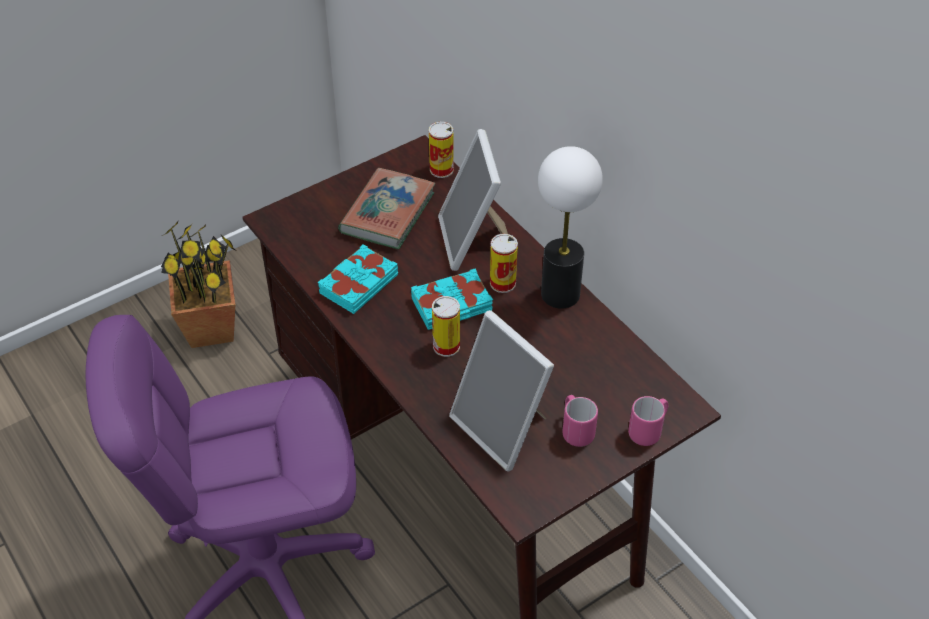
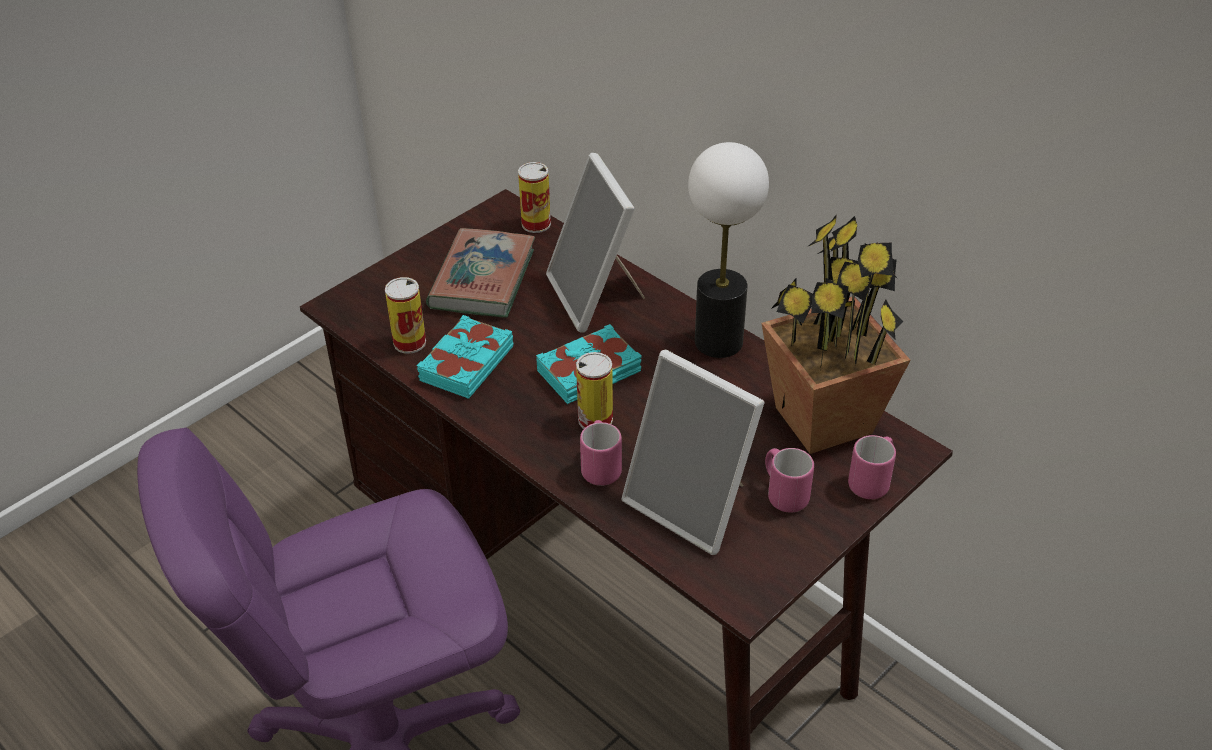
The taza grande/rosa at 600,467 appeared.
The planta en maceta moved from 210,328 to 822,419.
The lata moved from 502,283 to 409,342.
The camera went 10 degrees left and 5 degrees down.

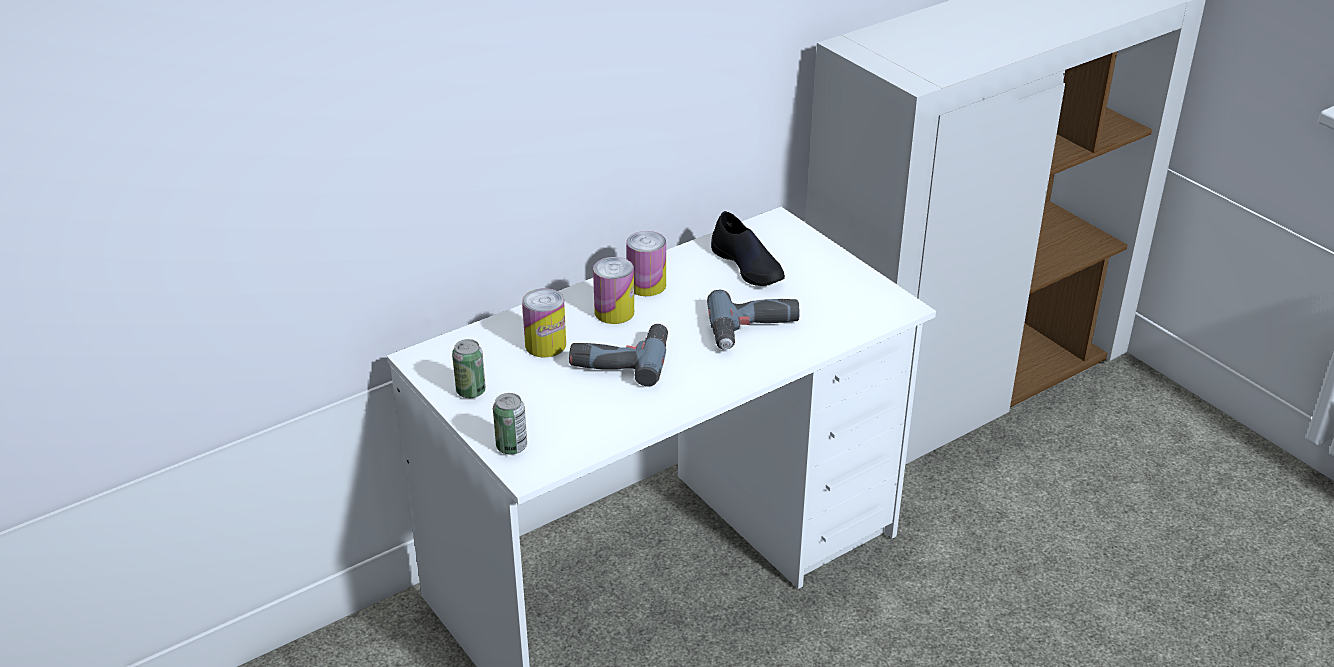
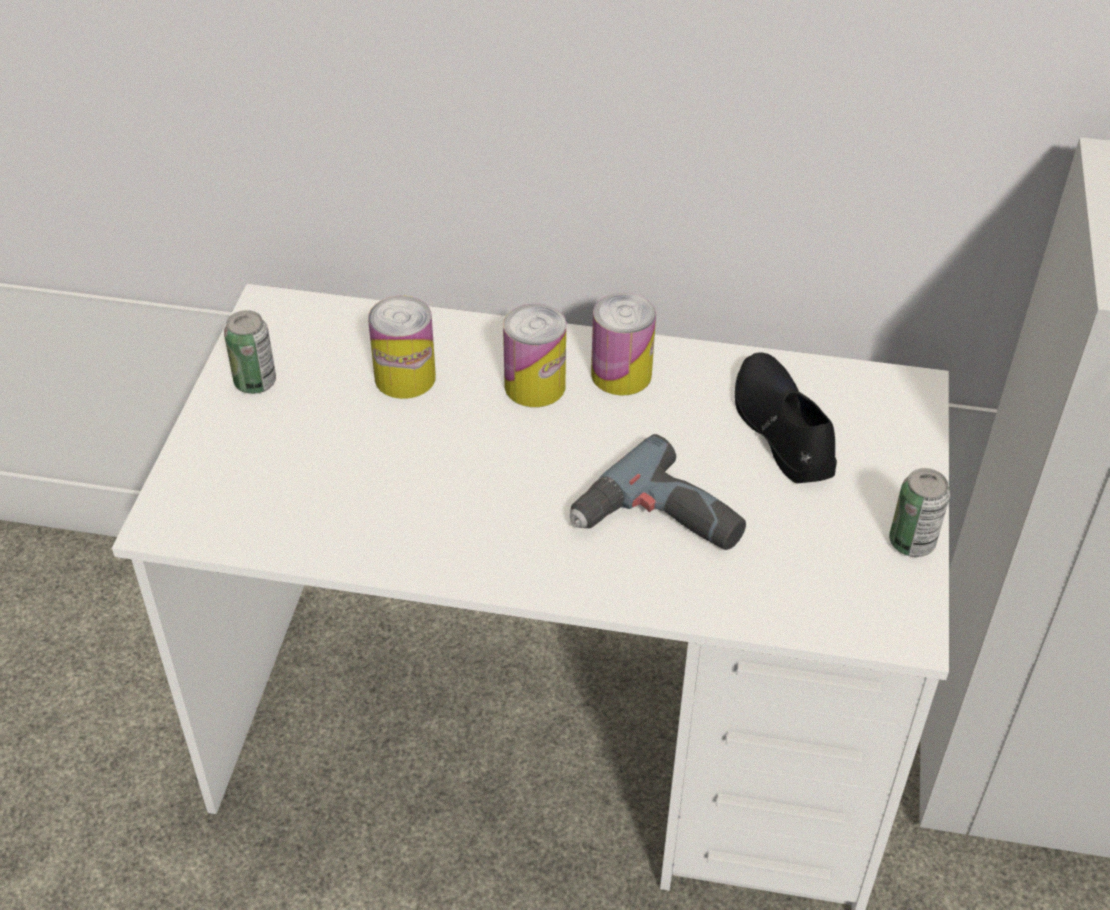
The taladro at 620,358 disappeared.
The lata moved from 511,447 to 911,542.
The zapato/negro at 748,265 turned 150 degrees clockwise.
The camera went 45 degrees right and 10 degrees up.

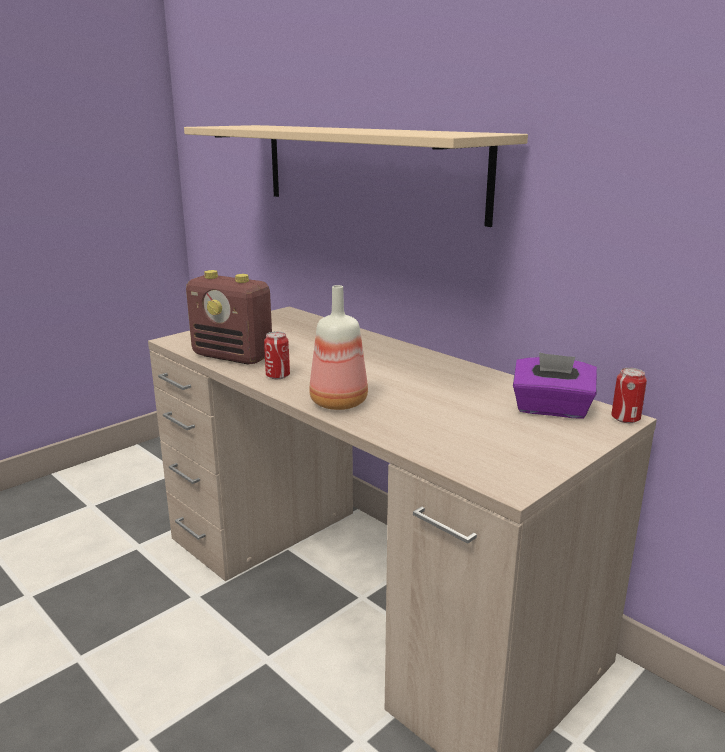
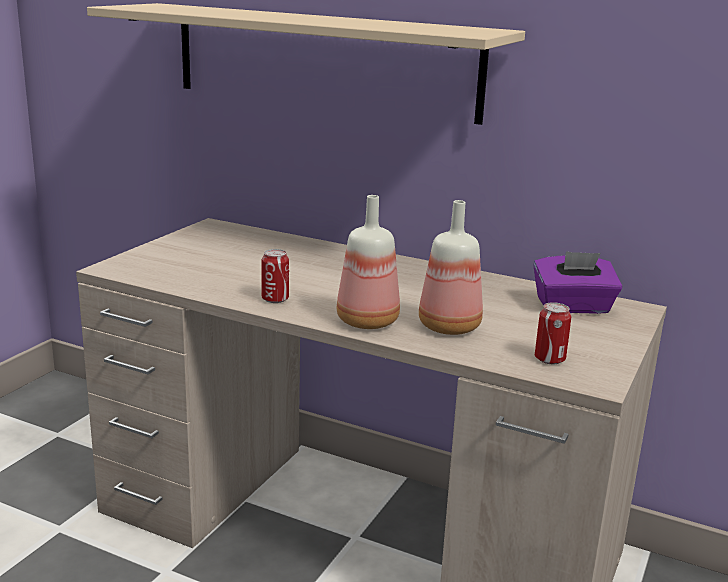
The radio at 233,356 disappeared.
The botella at 447,326 appeared.
The lata moved from 625,419 to 549,359.
The camera went 20 degrees left and 0 degrees up.

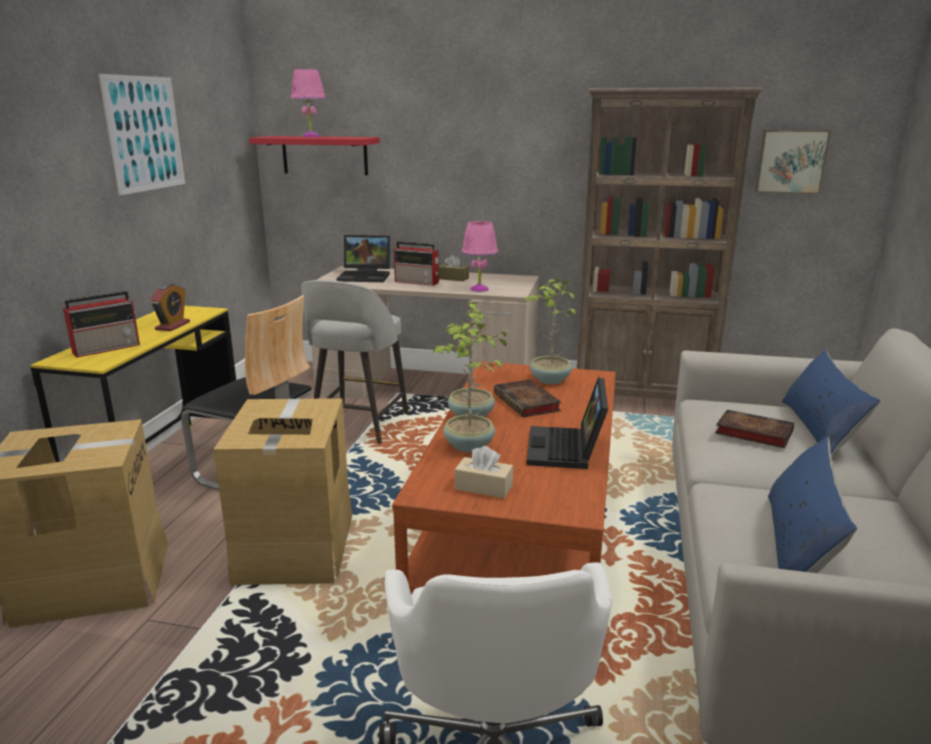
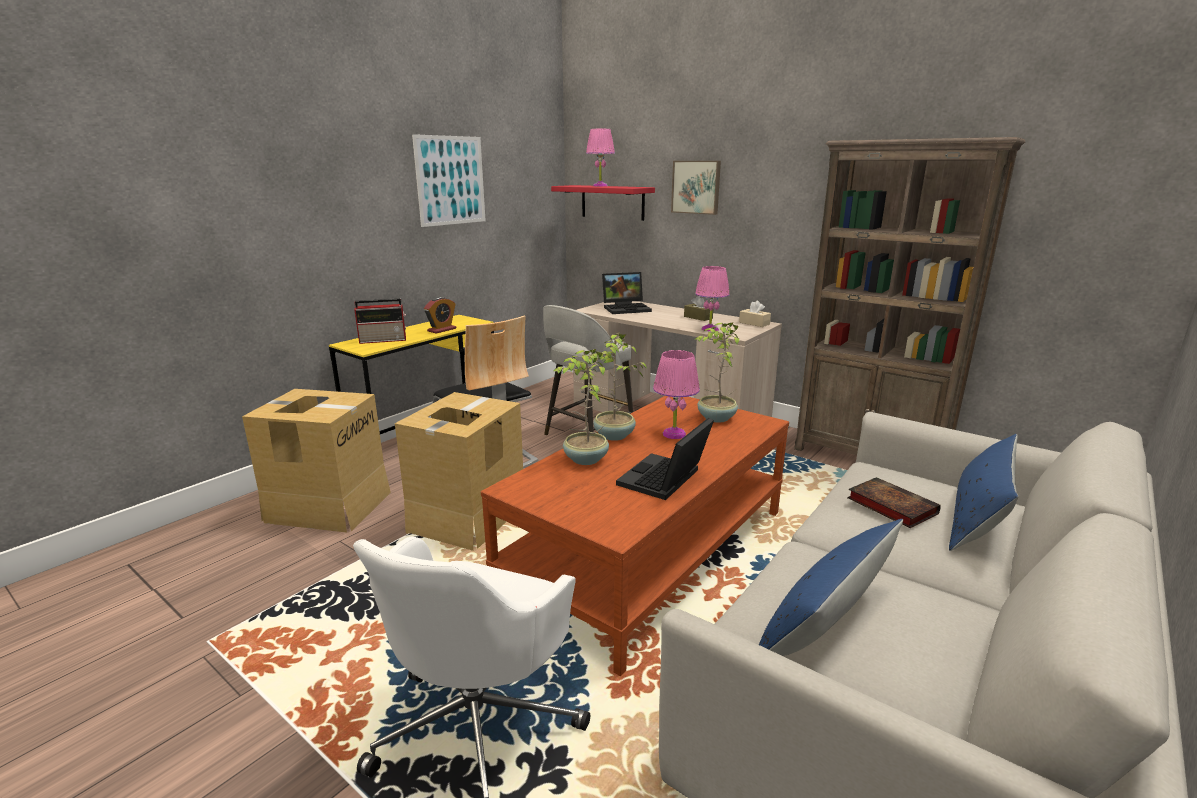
The radio at 418,282 disappeared.
The caja de pañuelos/beis moved from 483,487 to 754,323.
The cuadro moved from 791,161 to 696,187.
The libro at 528,403 was replaced by the lámpara de mesa/rosa at 674,434.
The portátil at 366,276 turned 45 degrees counterclockwise.
The camera went 25 degrees right and 0 degrees up.

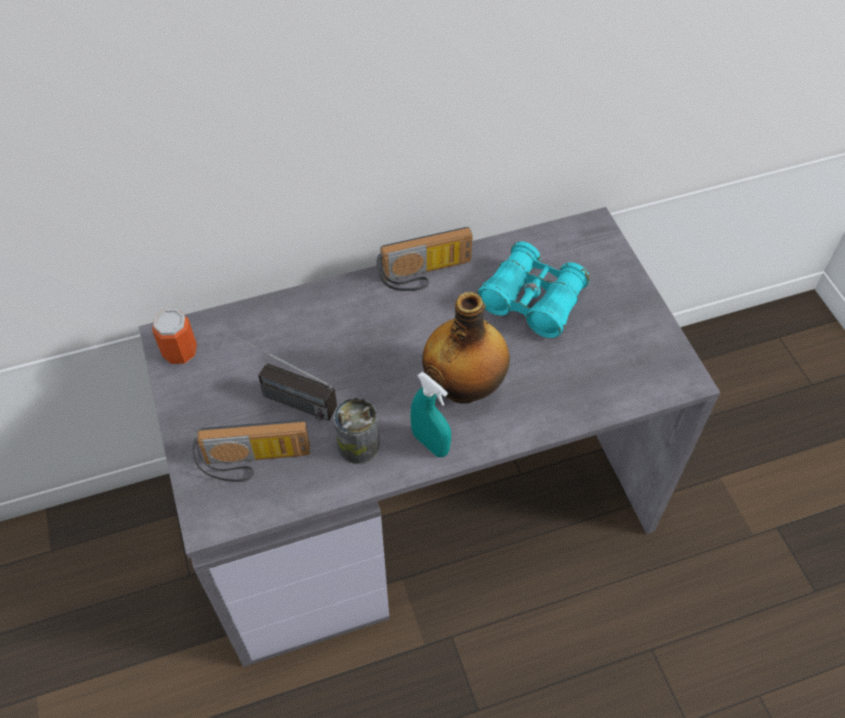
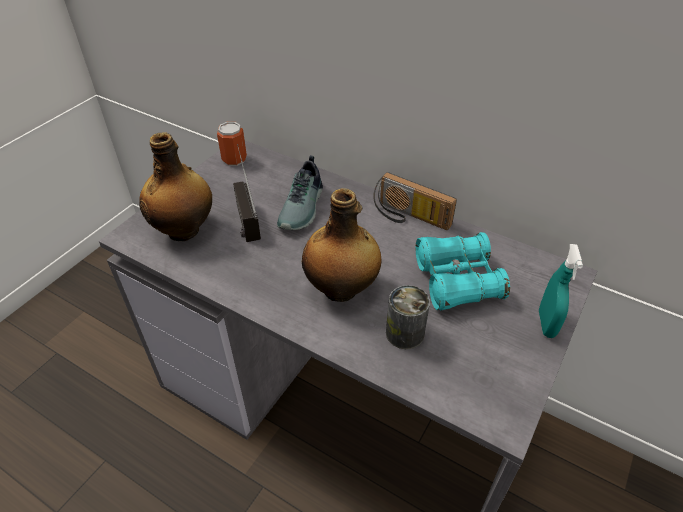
The zapato at 303,207 appeared.
The lata moved from 358,445 to 405,333.
The pulverizador/turquesa moved from 430,443 to 546,324.
The radio at 254,463 was replaced by the botella at 185,230.
The camera went 50 degrees right and 10 degrees down.

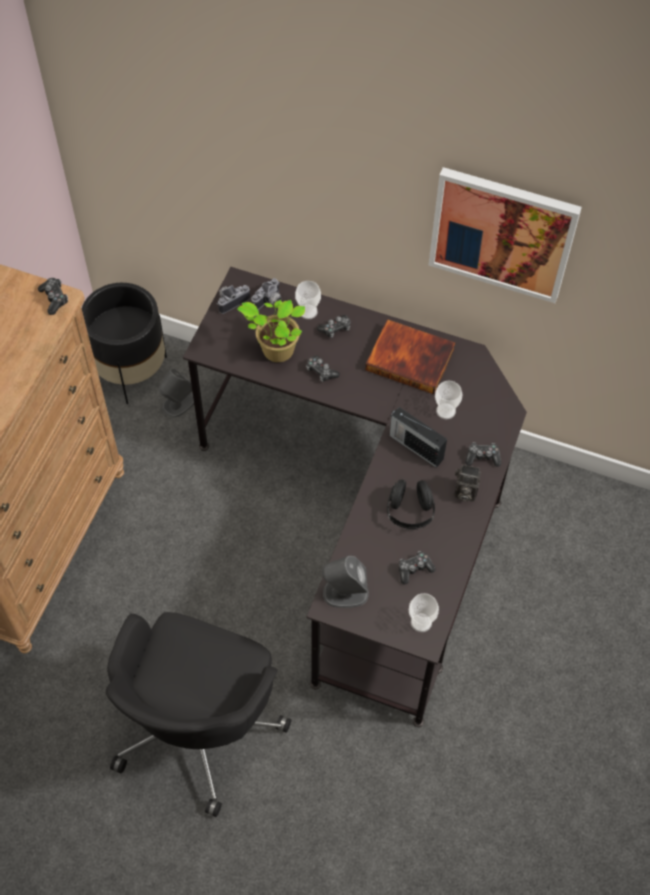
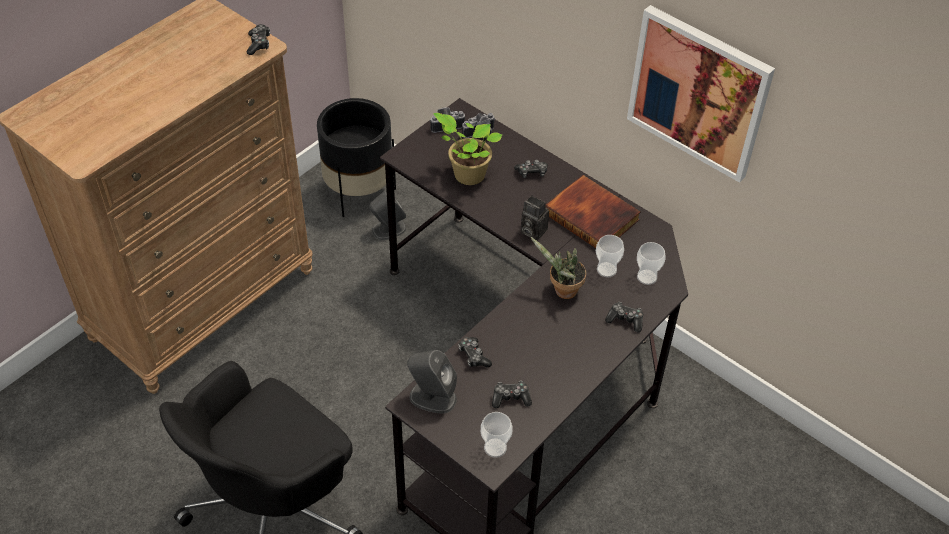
The auriculares/negro at 410,512 disappeared.
The taza moved from 308,312 to 647,277.
The mando de consola moved from 321,371 to 473,356.
The cámara moved from 464,492 to 531,231.
The radio at 415,446 was replaced by the planta en maceta at 562,291.
The camera went 20 degrees right and 10 degrees down.

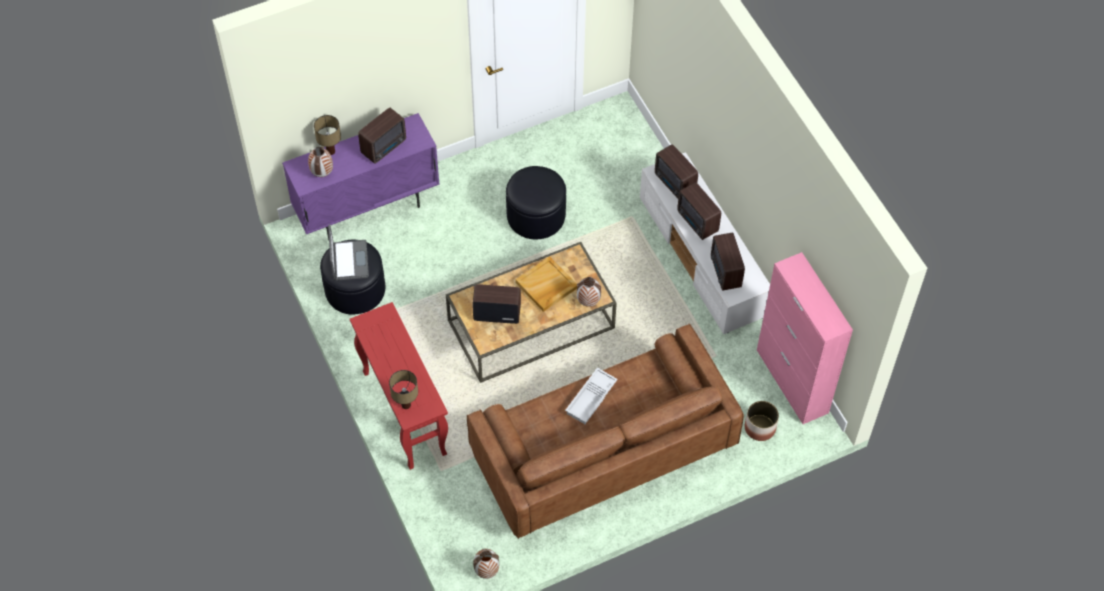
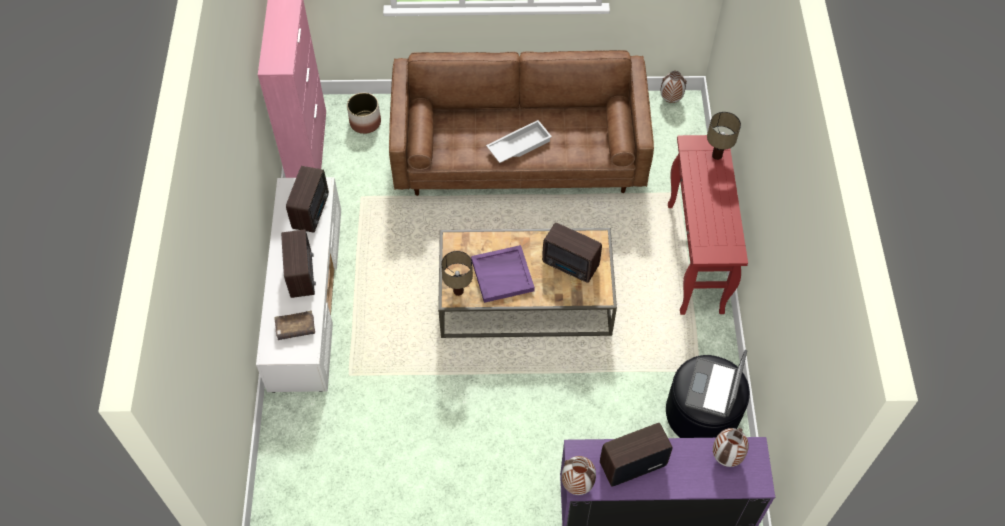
The puf/negro at 536,215 disappeared.
The lámpara de mesa moved from 330,151 to 458,291.
The florero moved from 588,301 to 576,485.
The radio at 675,184 was replaced by the libro/marrón at 295,328.
The bandeja/beis at 546,286 became the bandeja/morado at 503,274.
The camera went 155 degrees left and 0 degrees up.

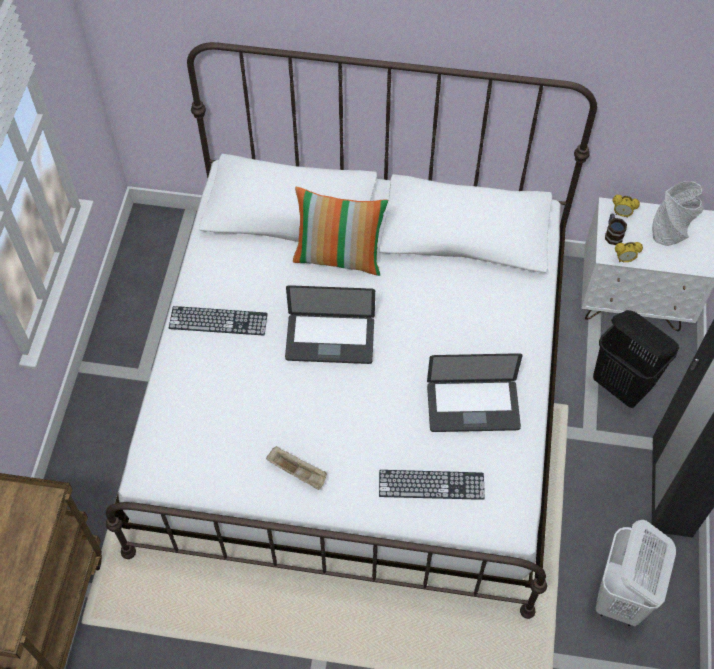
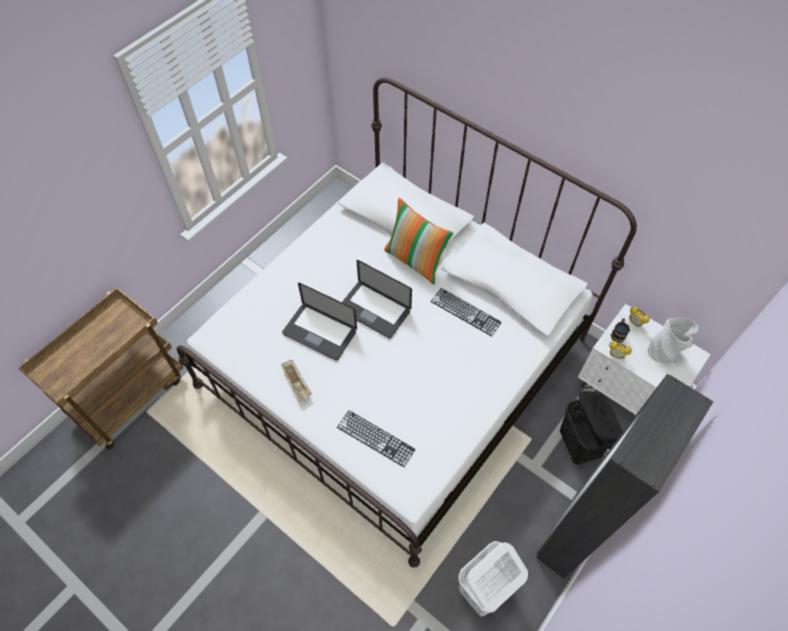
The teclado moved from 218,321 to 465,312.
The portátil moved from 473,407 to 319,332.
The camera went 30 degrees right and 0 degrees up.

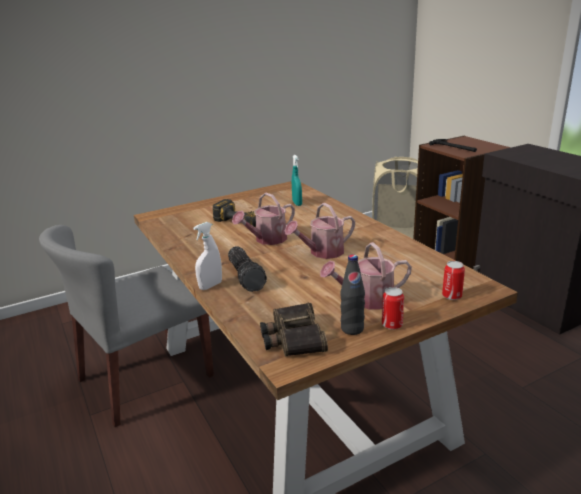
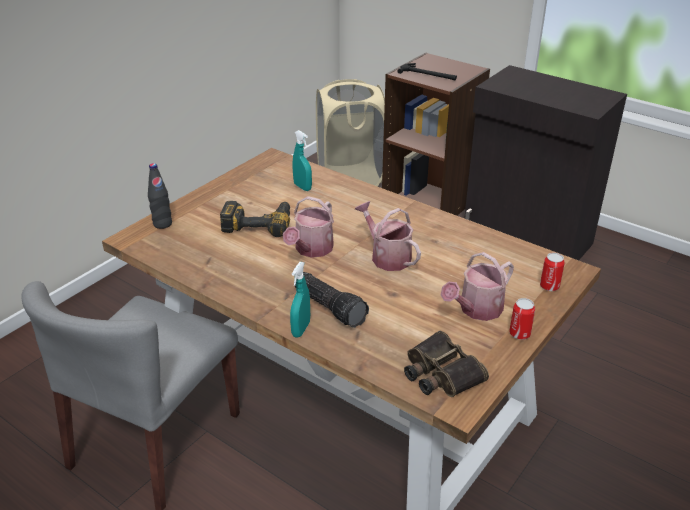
The botella/negro moved from 352,329 to 162,224.
The pulverizador/blanco at 210,286 became the pulverizador/turquesa at 301,329.
The regadera at 322,252 turned 105 degrees clockwise.
The camera went 25 degrees left and 10 degrees up.

